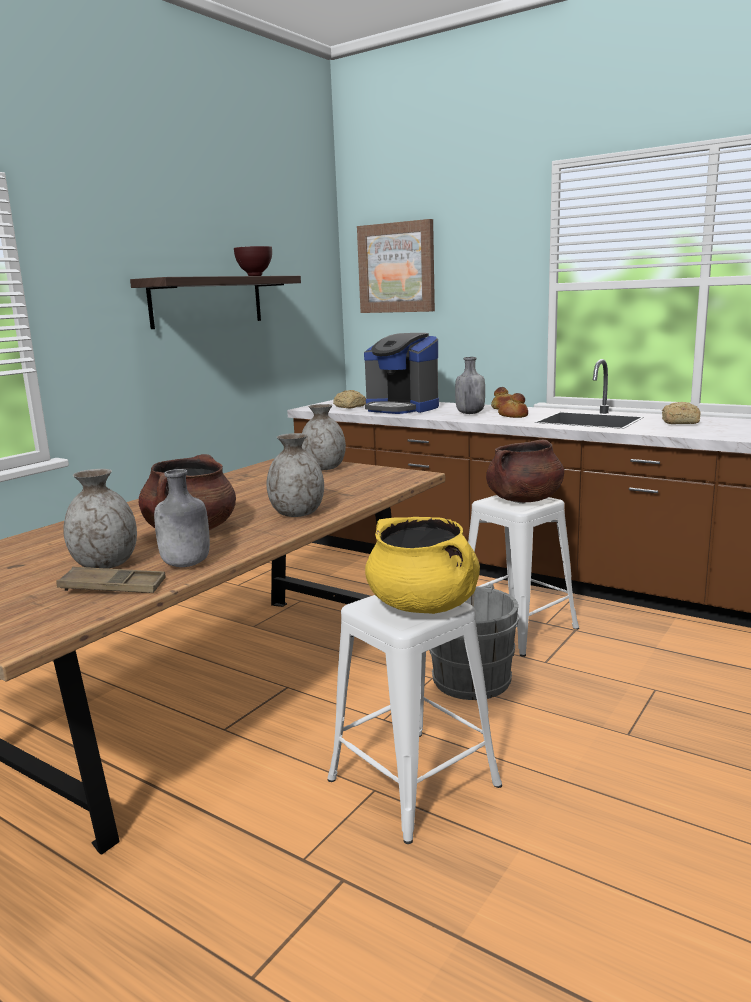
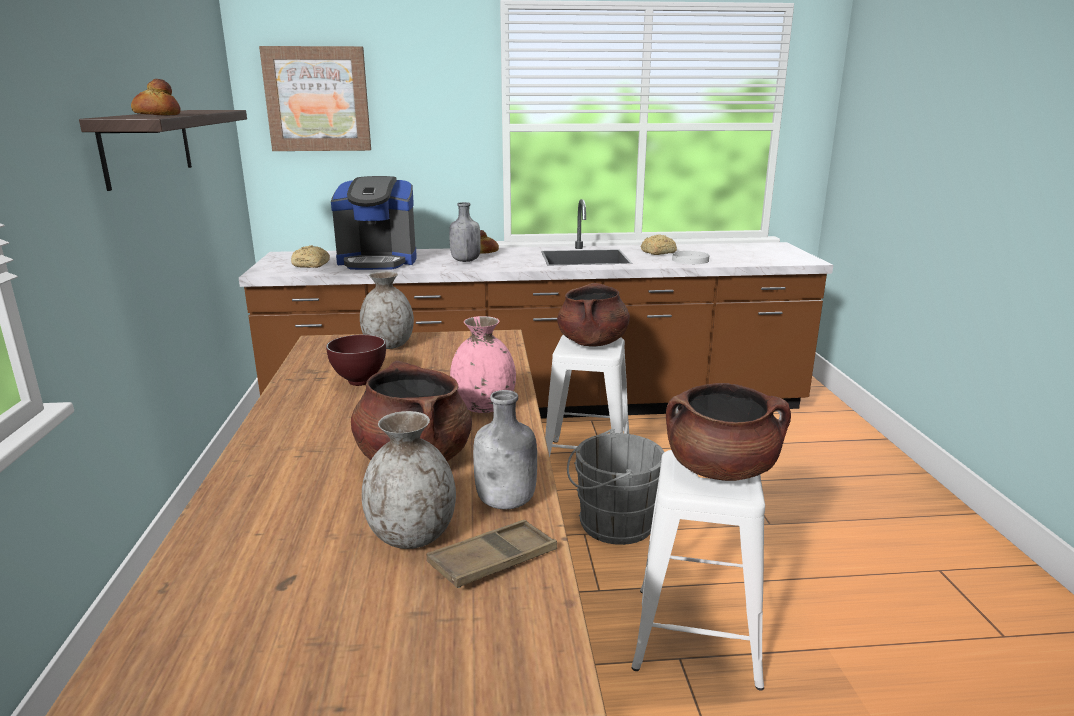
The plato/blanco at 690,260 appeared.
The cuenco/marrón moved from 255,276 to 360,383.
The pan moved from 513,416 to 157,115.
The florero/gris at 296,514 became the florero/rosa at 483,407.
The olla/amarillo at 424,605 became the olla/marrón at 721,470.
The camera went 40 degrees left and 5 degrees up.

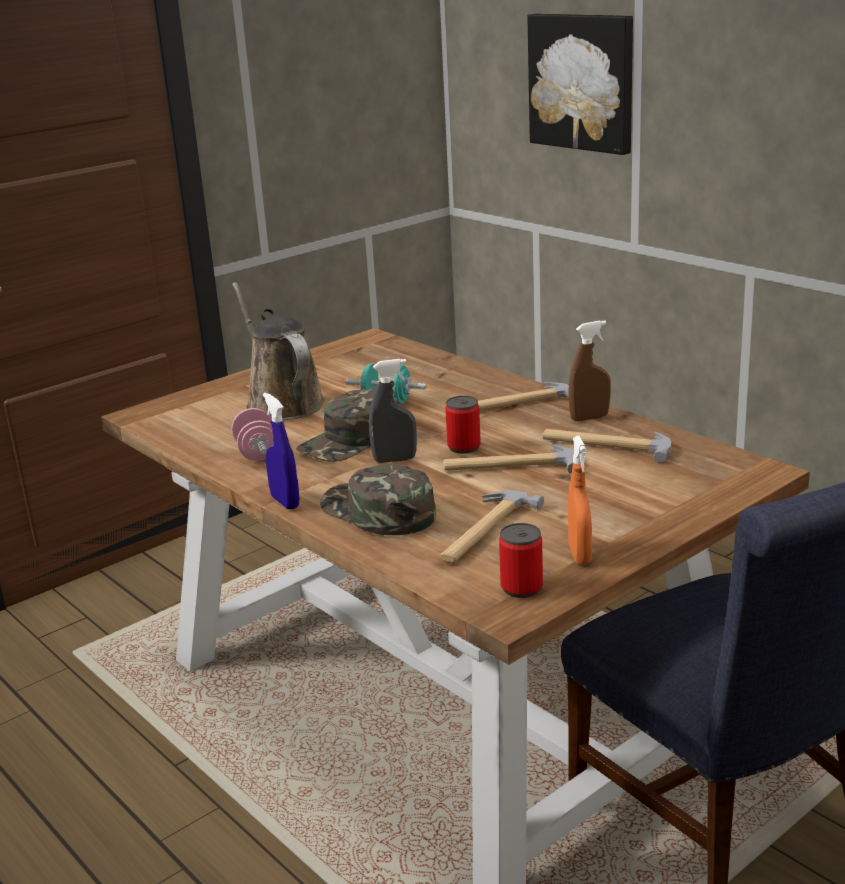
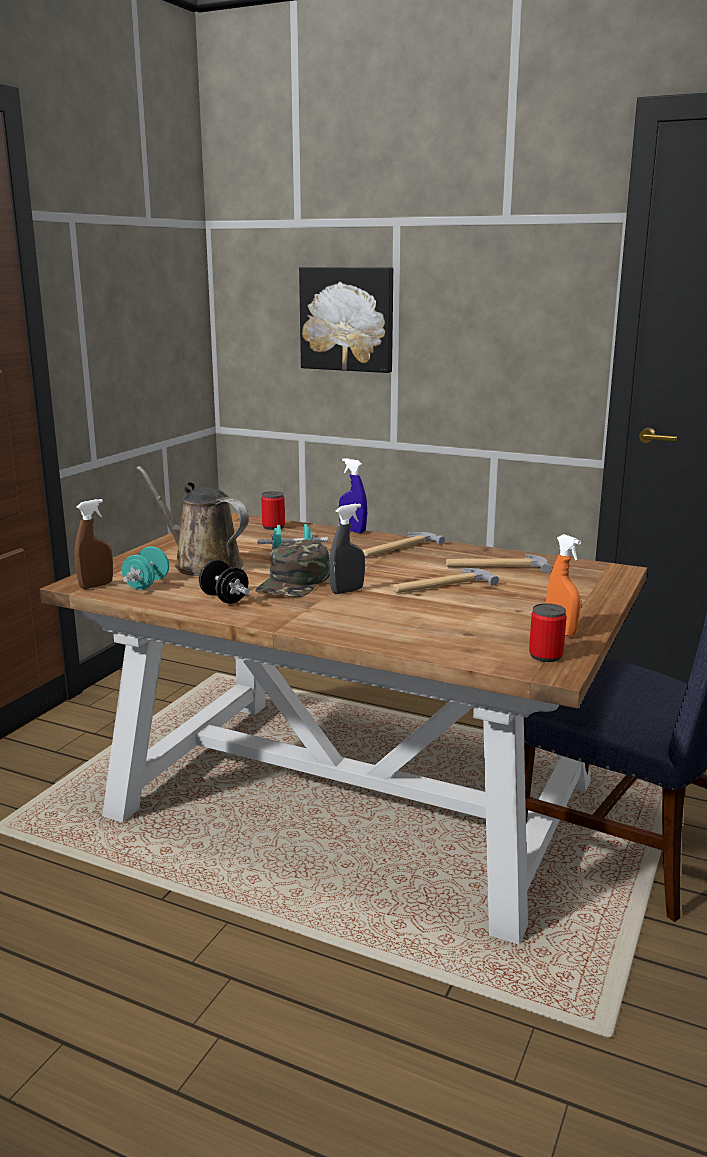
The gorra/verde at 377,512 disappeared.
The martillo at 484,530 disappeared.
The mancuerna/turquesa at 147,584 appeared.
The pulverizador/azul moved from 285,502 to 352,531.
The lata moved from 464,447 to 273,527.
The pulverizador/marrón moved from 589,418 to 96,585.
The mancuerna/rosa at 257,453 became the mancuerna/negro at 224,598.
The camera went 25 degrees left and 5 degrees down.

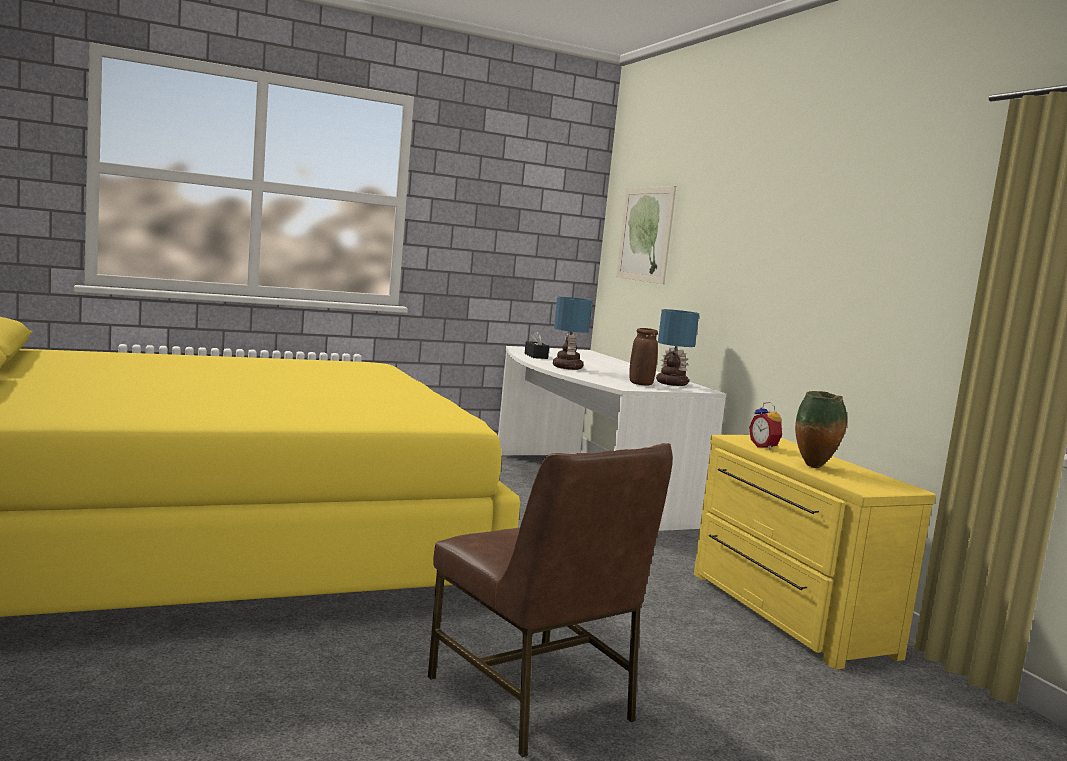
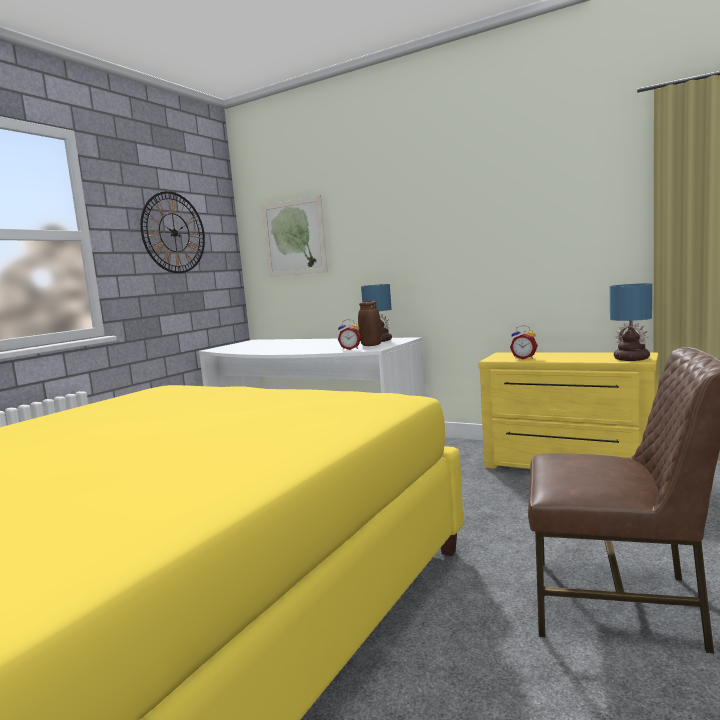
The caja de pañuelos/negro at 536,356 disappeared.
The florero at 814,467 disappeared.
The reloj de pared at 174,232 appeared.
The despertador at 350,349 appeared.
The lámpara de mesa moved from 566,367 to 630,359.
The camera went 35 degrees left and 0 degrees up.

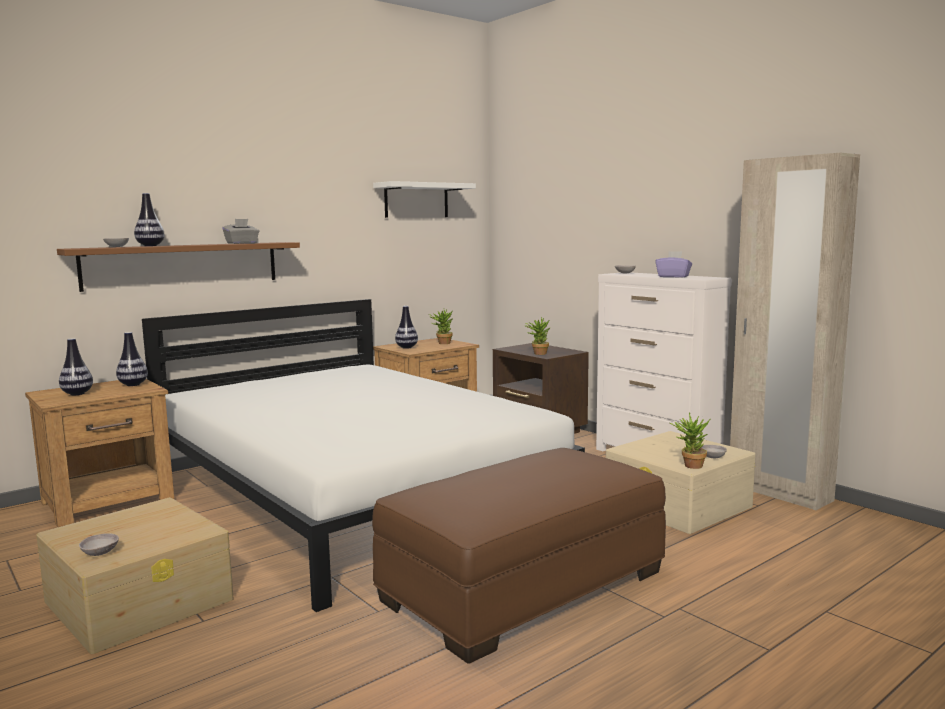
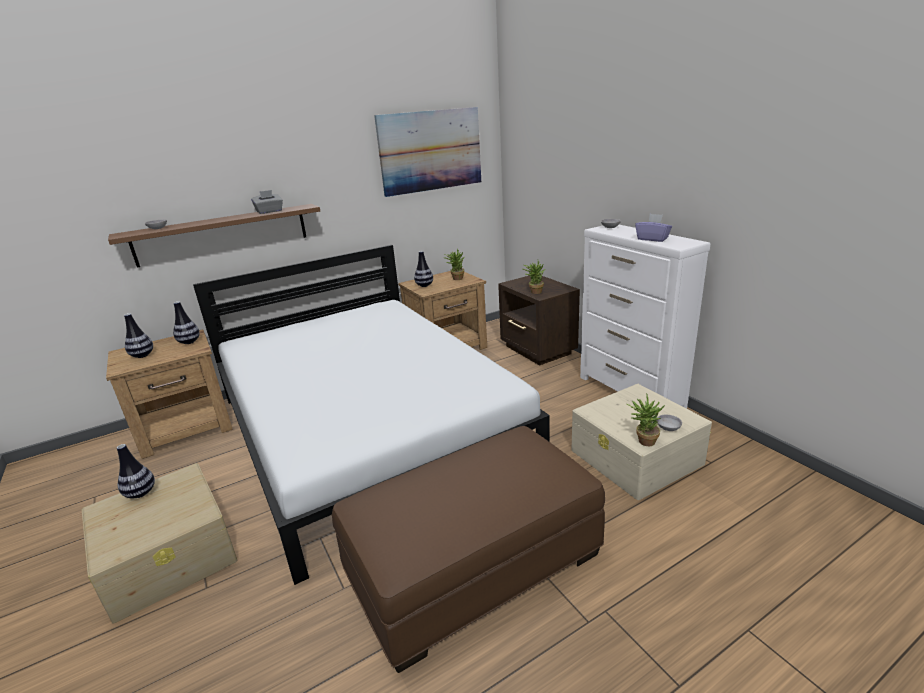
The cuenco/gris at 100,553 disappeared.
The armario ropero/beis at 779,493 disappeared.
The florero moved from 150,246 to 141,493.
The estante/blanco at 416,200 was replaced by the cuadro at 430,151.
The camera went 10 degrees right and 15 degrees up.

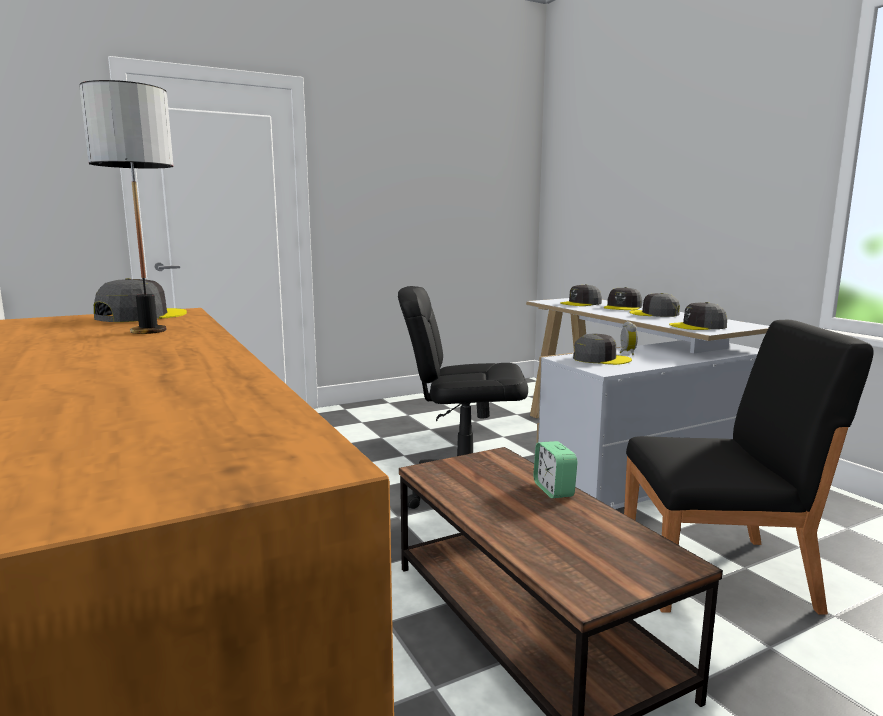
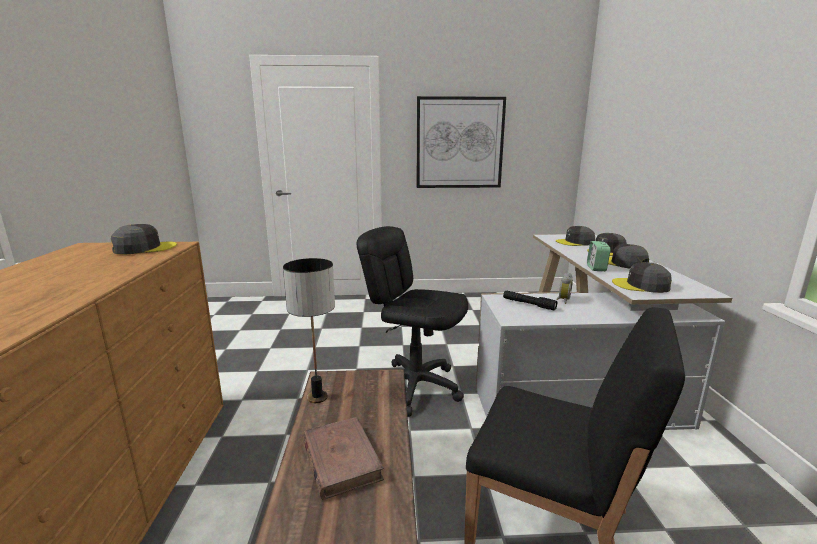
The libro/marrón at 341,459 appeared.
The cuadro at 459,143 appeared.
The lámpara de mesa moved from 149,331 to 318,397.
The despertador moved from 553,490 to 596,268.
The gorra/gris at 600,359 was replaced by the linterna/negro at 528,304.
The camera went 25 degrees right and 5 degrees up.

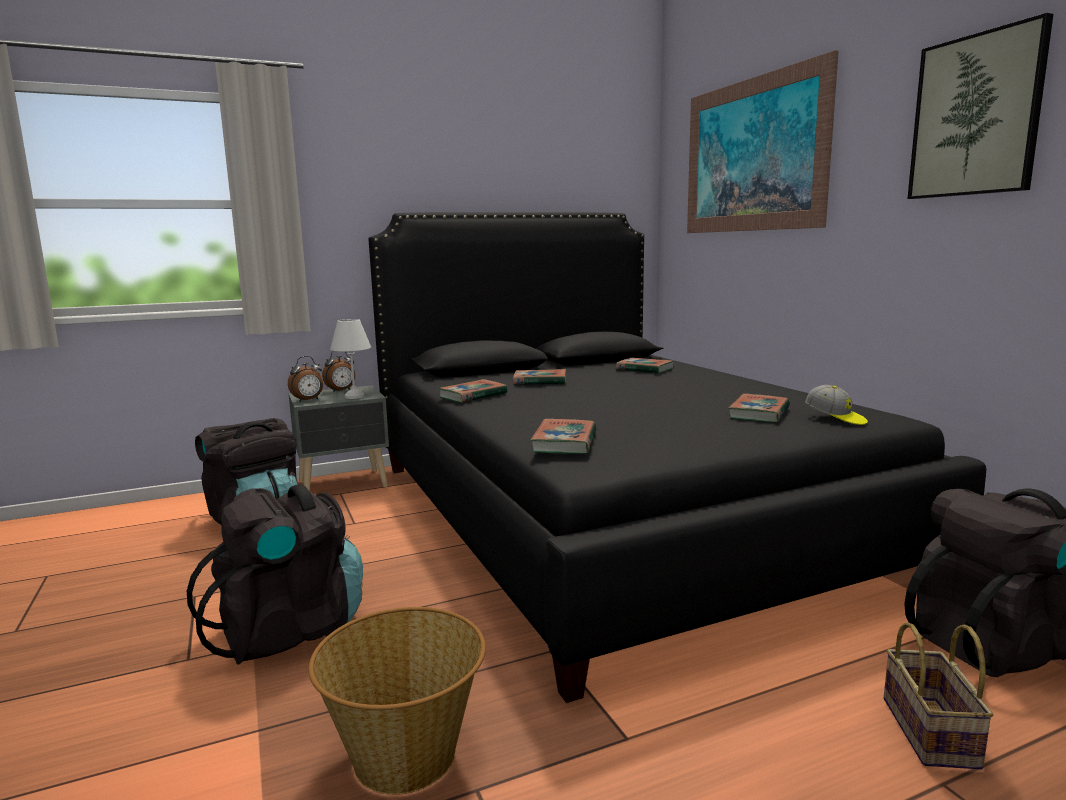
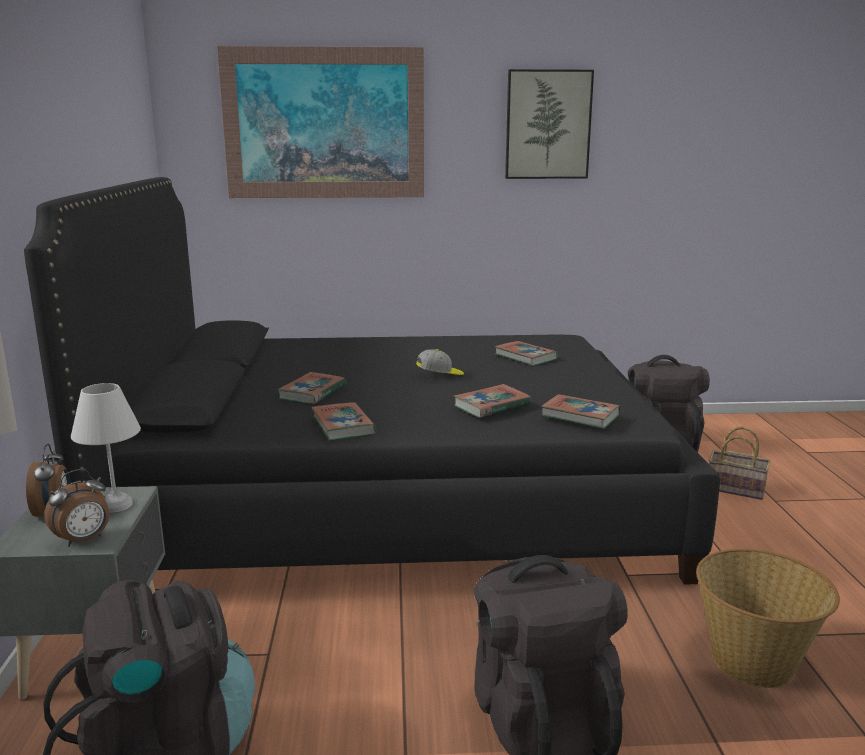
The libro moved from 644,369 to 492,406.
The gorra moved from 835,418 to 440,375.
The despertador at 308,400 turned 60 degrees clockwise.
The camera went 70 degrees left and 5 degrees up.

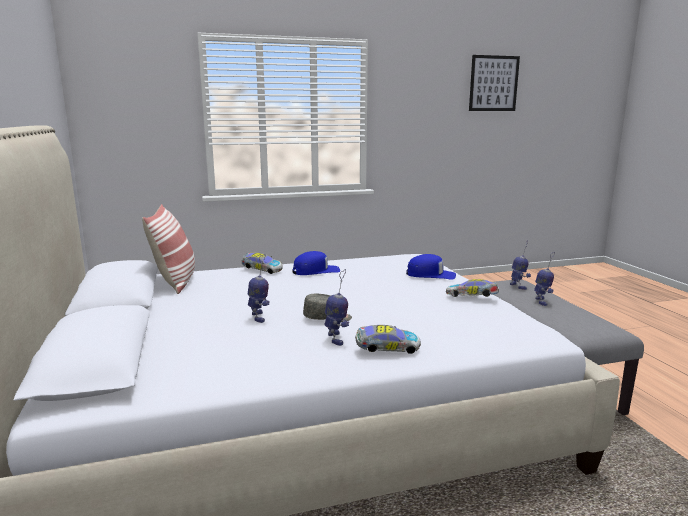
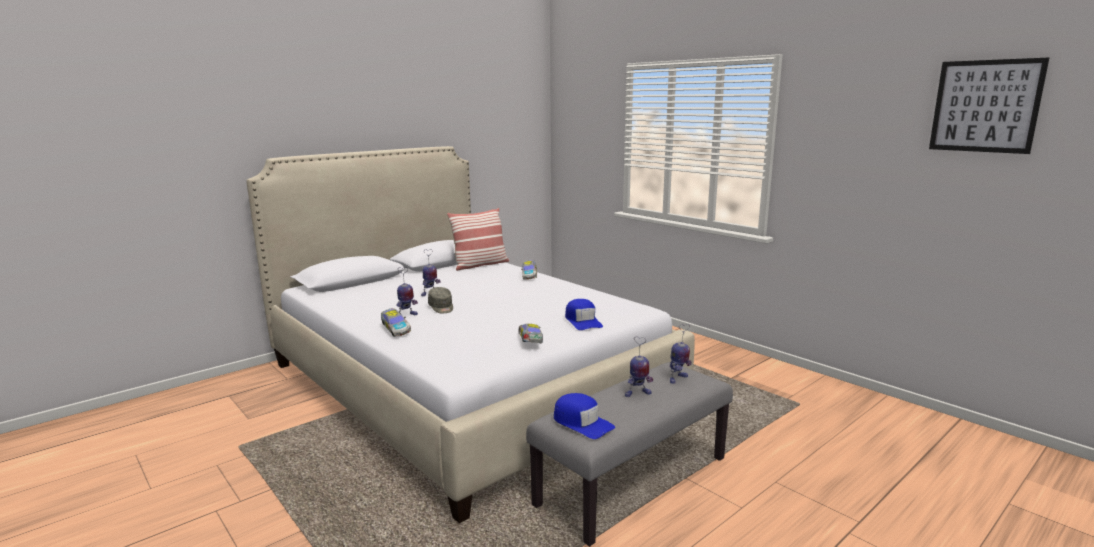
The gorra/azul moved from 316,271 to 582,423.
The camera went 65 degrees right and 0 degrees up.

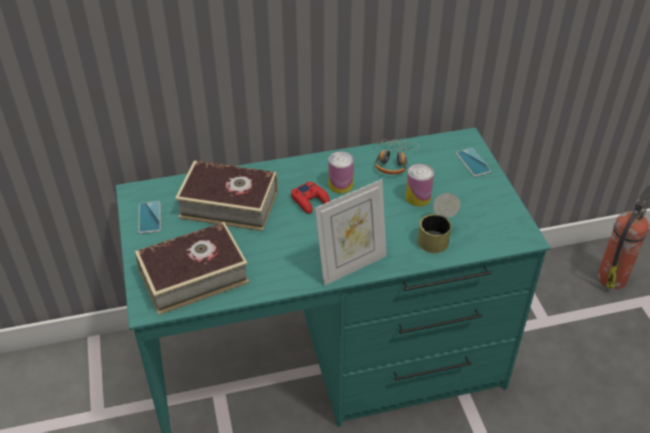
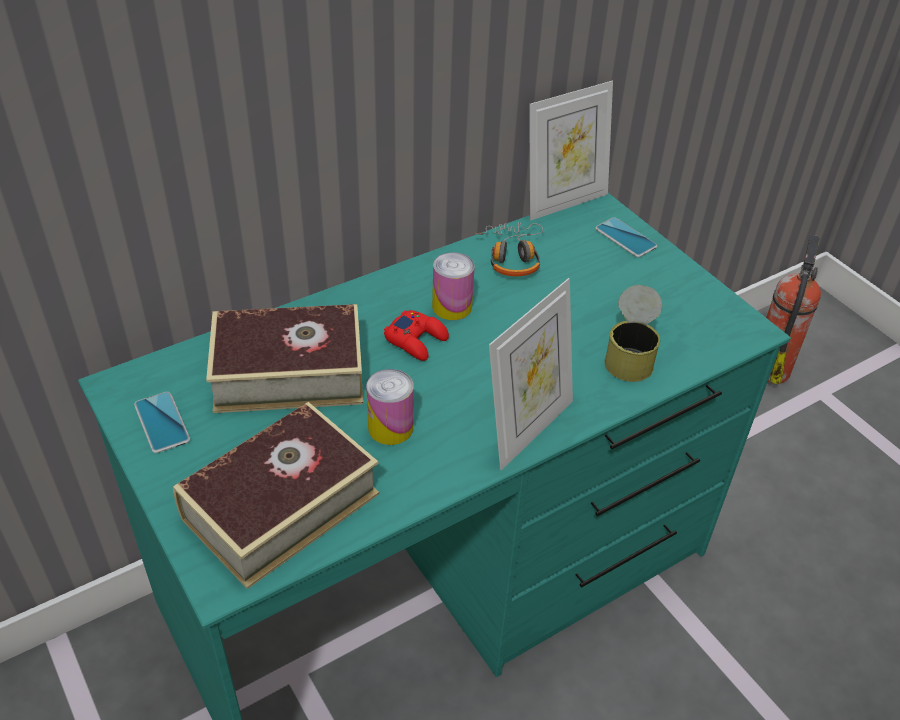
The portarretratos at 564,202 appeared.
The lata moved from 418,197 to 390,427.
The camera went 20 degrees left and 0 degrees up.

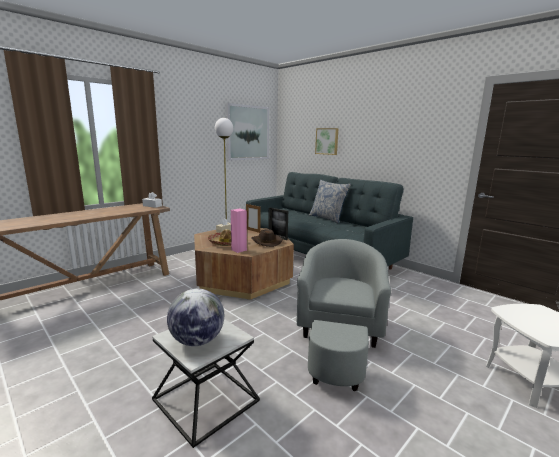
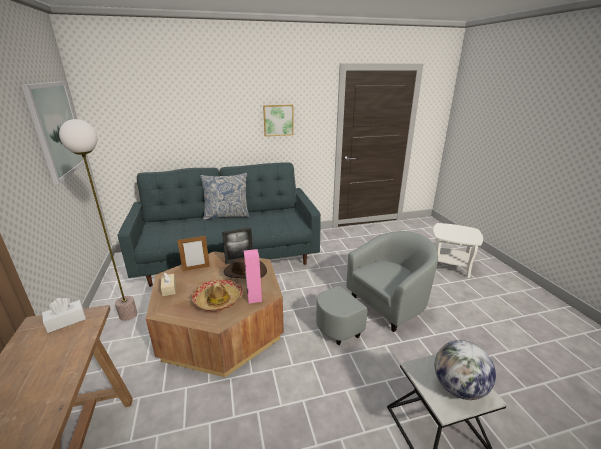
The cuadro moved from 327,141 to 278,120.
The sillón/gris at 339,337 turned 105 degrees clockwise.
The camera went 60 degrees left and 10 degrees up.

